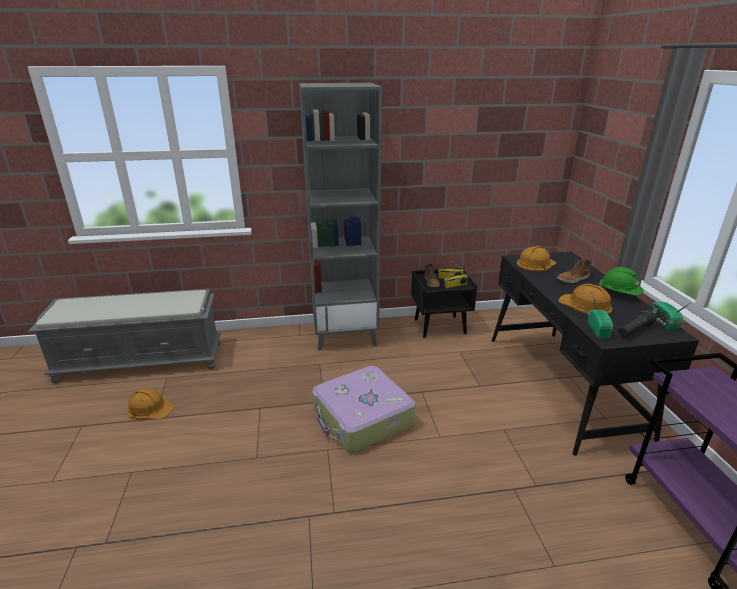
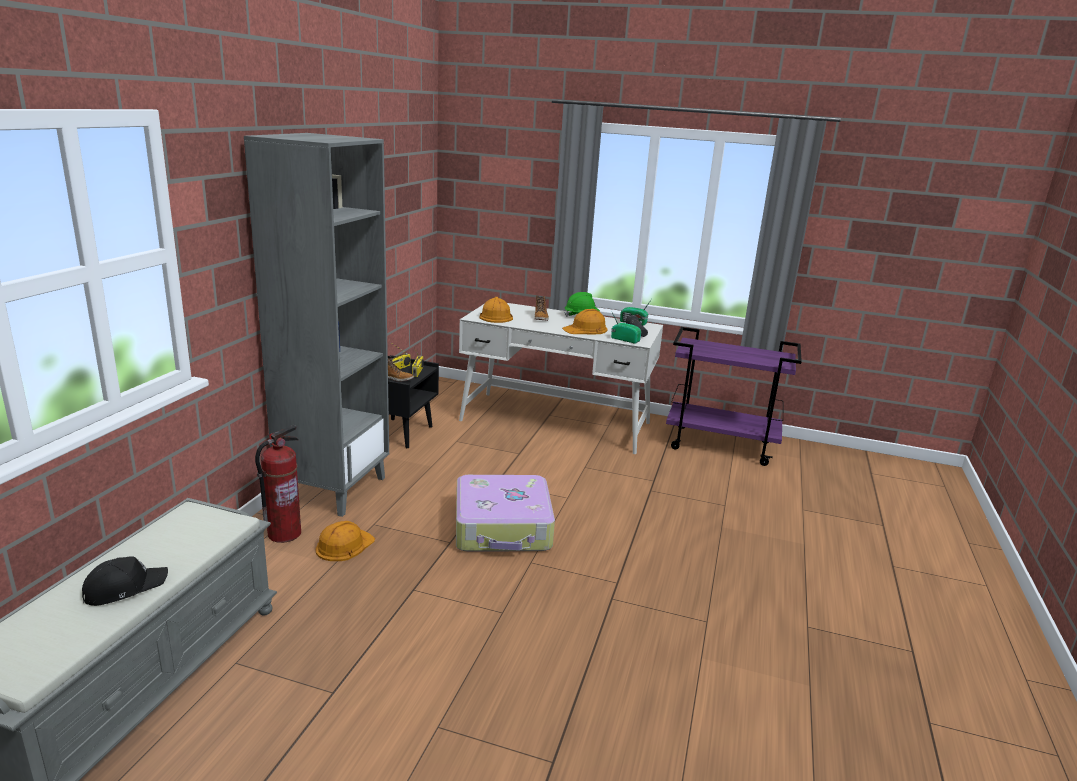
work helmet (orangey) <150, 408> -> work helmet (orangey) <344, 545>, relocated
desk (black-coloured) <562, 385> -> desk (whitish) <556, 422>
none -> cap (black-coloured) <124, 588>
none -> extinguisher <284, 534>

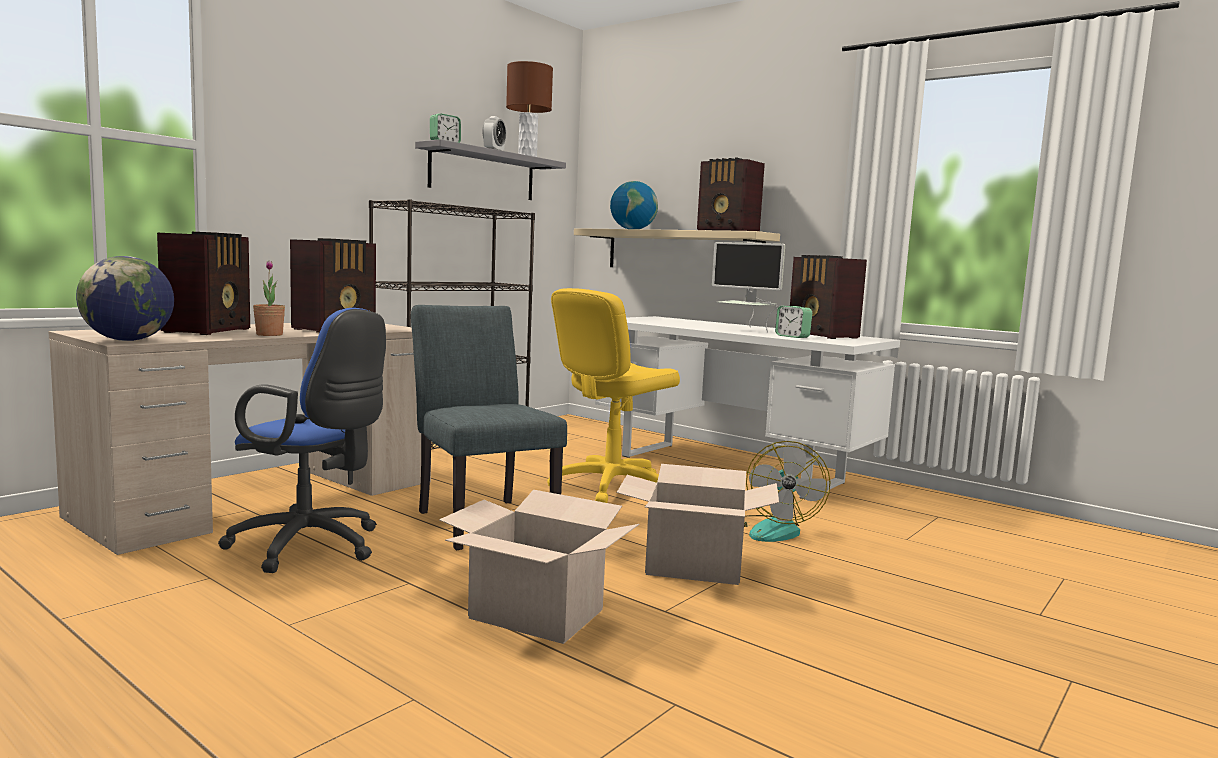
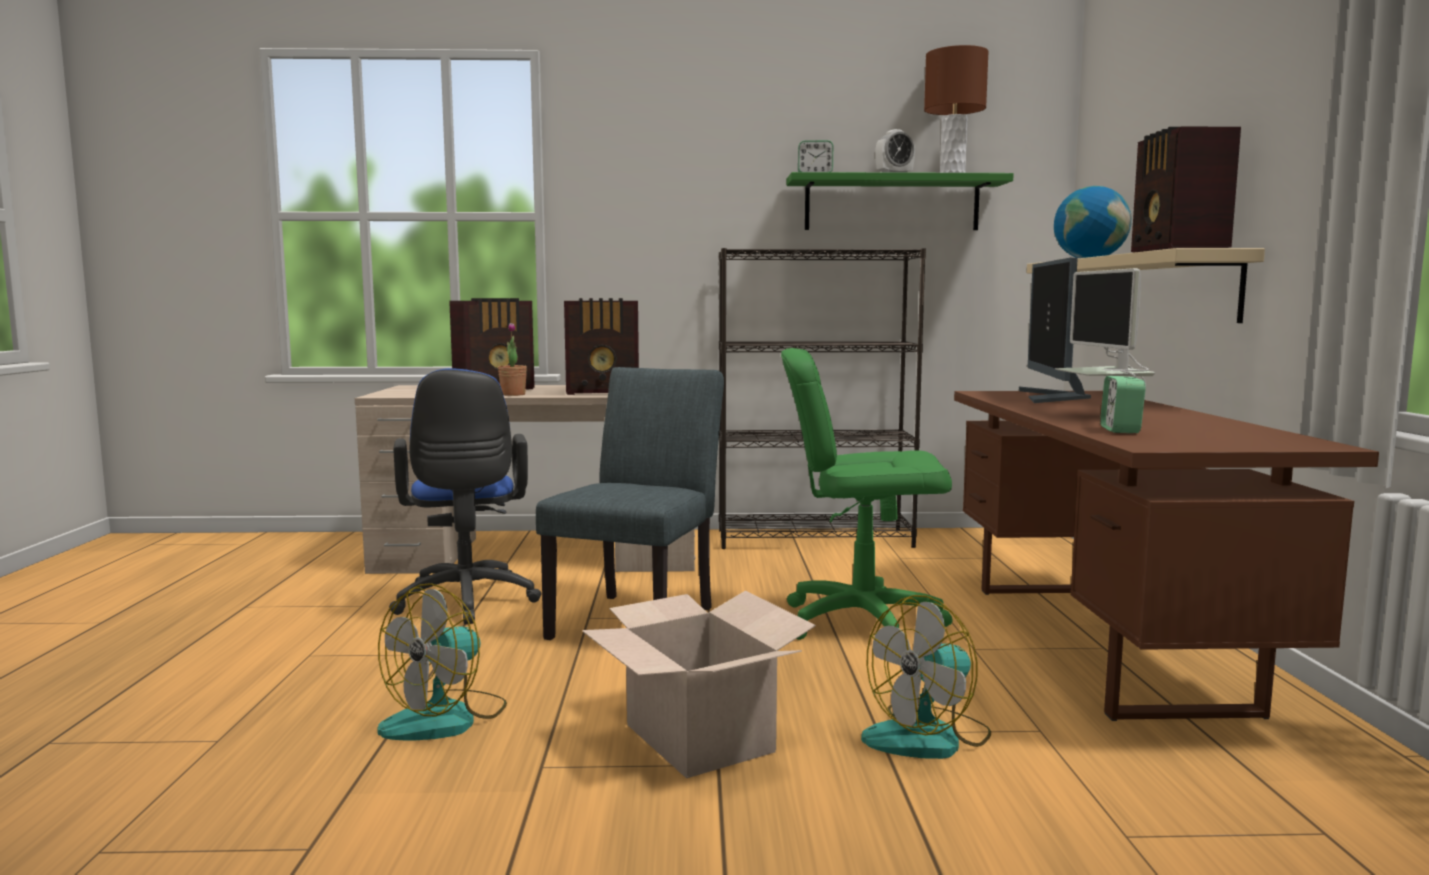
world globe <128, 340> -> none
bracket shelf (greyish) <483, 173> -> bracket shelf (green) <891, 204>
cardboard box <537, 614> -> electric fan <446, 718>
desk chair (yellow-coloured) <610, 487> -> desk chair (green) <861, 622>
desk (whitish) <730, 469> -> desk (brown) <1102, 644>
radio receiver <823, 335> -> none
none -> computer screen <1052, 397>

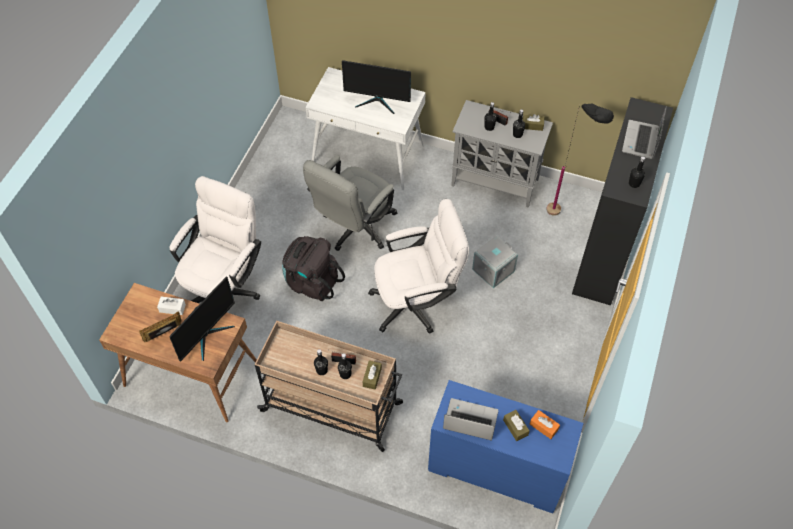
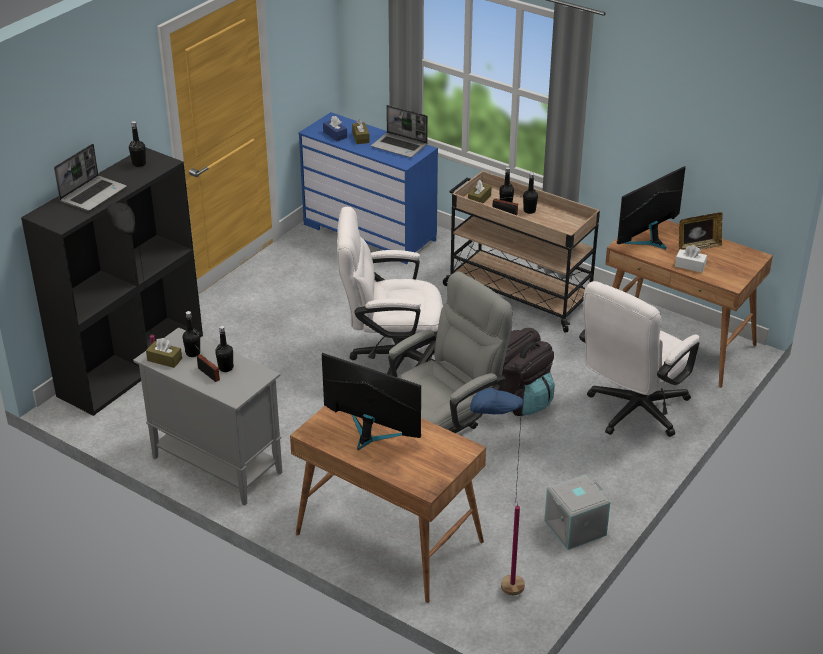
desk (whitish) <368, 155> -> desk (brown) <388, 538>
storage bin (greyish) <493, 269> -> storage bin (greyish) <575, 529>, relocated
box of tissues (orangey) <543, 426> -> box of tissues (blue-coloured) <335, 135>
none -> standing lamp (blue-coloured) <494, 598>

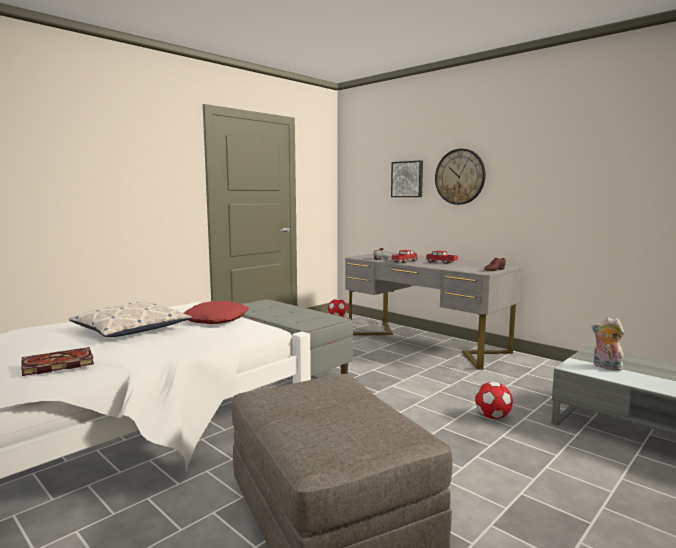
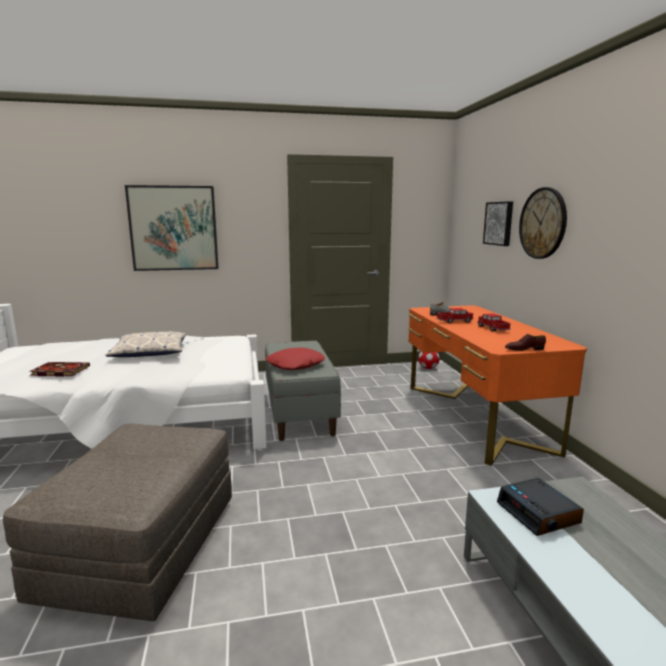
pillow (red) <217, 320> -> pillow (red) <296, 365>, relocated
desk (greyish) <425, 343> -> desk (orangey) <475, 416>
football ball <492, 417> -> none
cuddly toy <606, 367> -> bedside clock <539, 513>
none -> wall picture <173, 228>

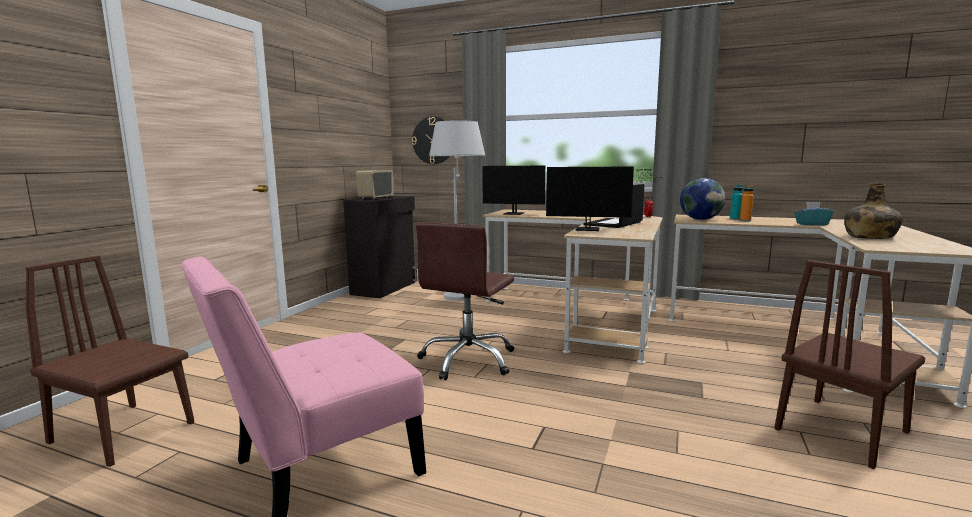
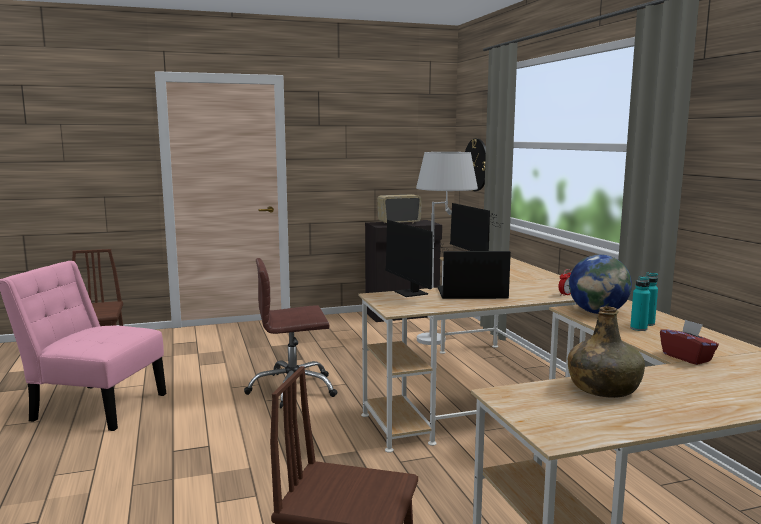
drink bottle (orangey) <745, 220> -> drink bottle (turquoise) <638, 328>
box of tissues (turquoise) <811, 224> -> box of tissues (red) <687, 357>

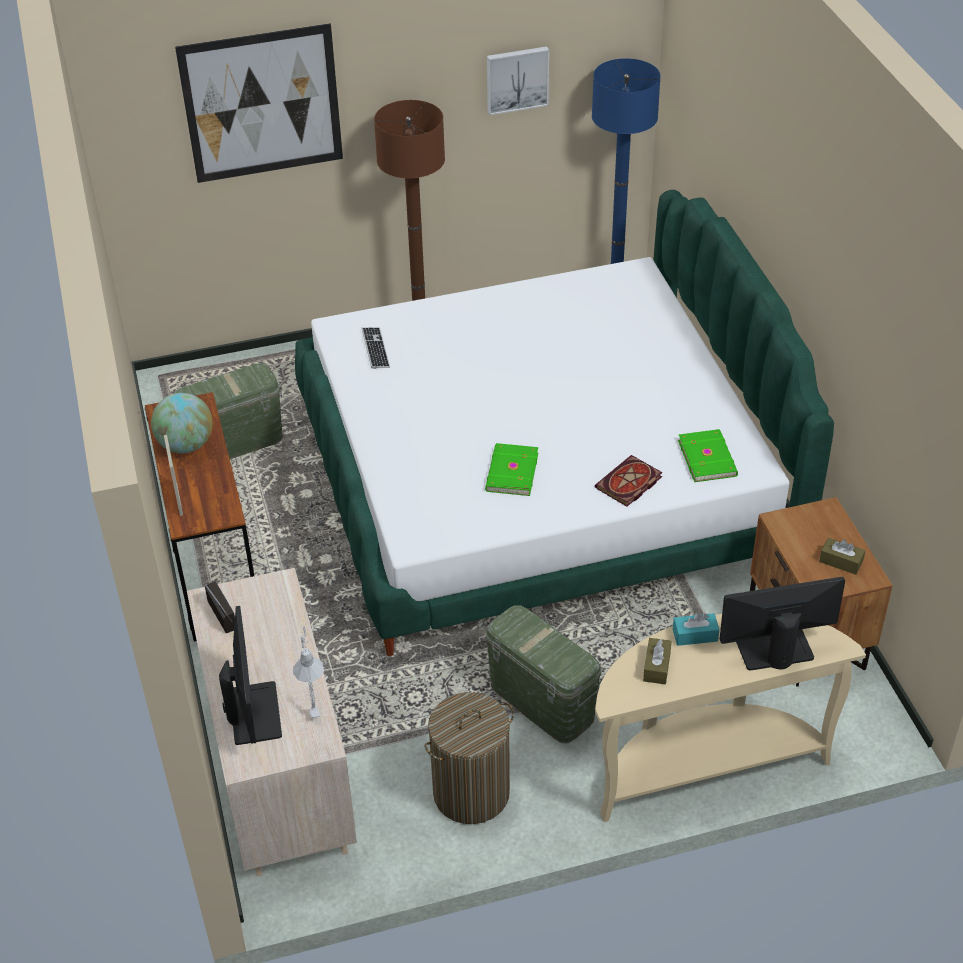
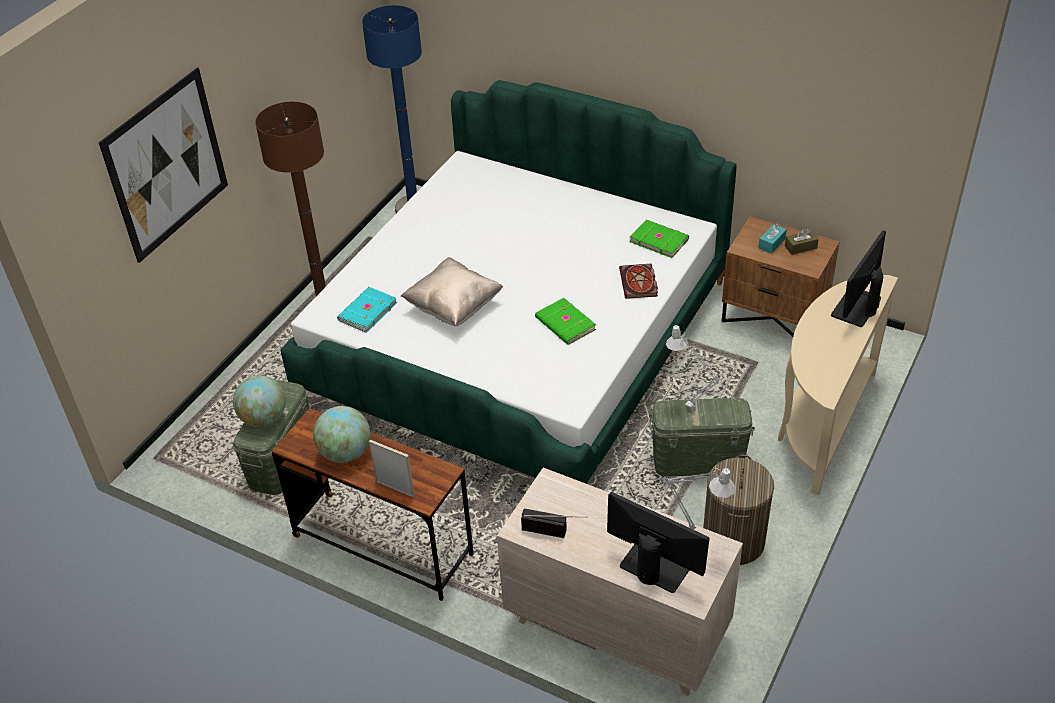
computer keyboard <375, 349> -> bound book (turquoise) <366, 311>
wall picture <516, 79> -> none
box of tissues (brown) <656, 666> -> none
box of tissues (turquoise) <695, 635> -> box of tissues (turquoise) <771, 243>, relocated
none -> world globe <264, 418>
none -> pillow (beige-coloured) <453, 307>
none -> lamp for a table (greyish) <698, 413>

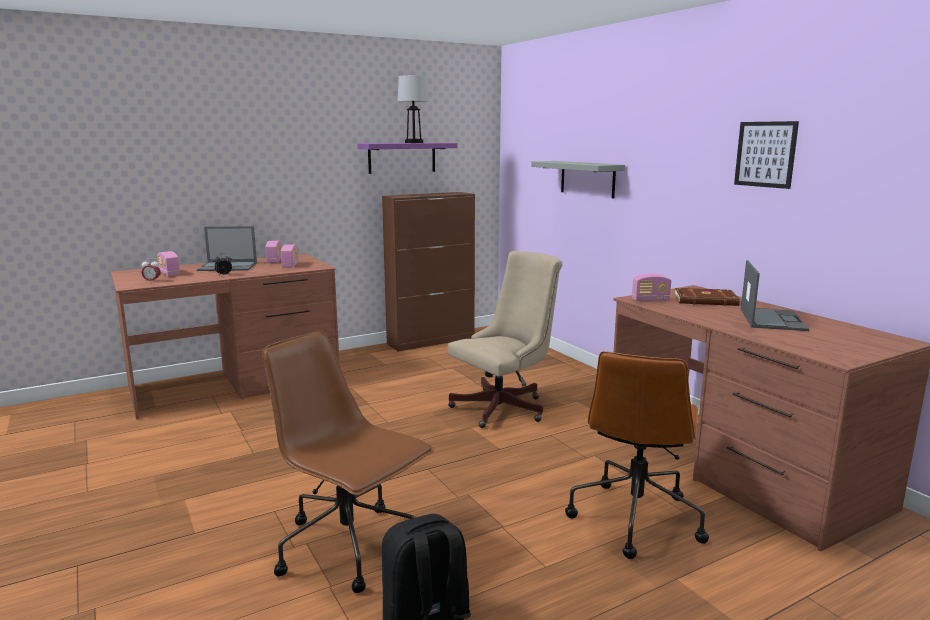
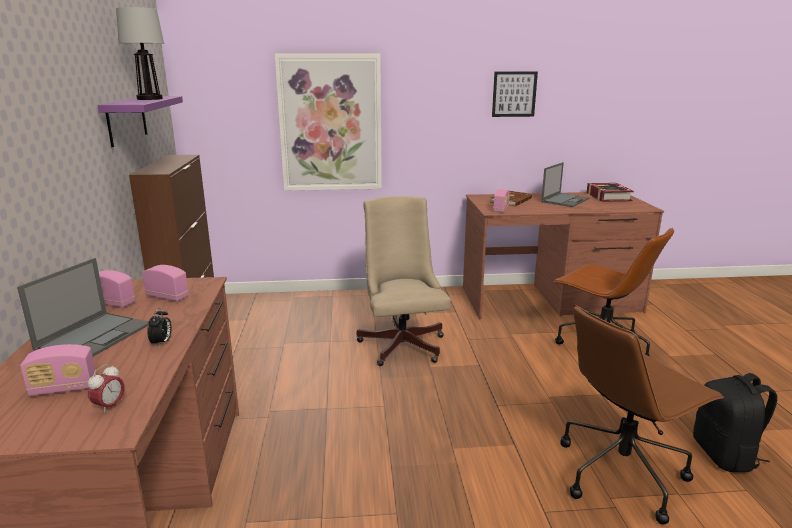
bracket shelf (greyish) <587, 178> -> wall picture <330, 123>
laptop <771, 319> -> laptop <565, 200>, 90 degrees clockwise
none -> bound book <608, 197>

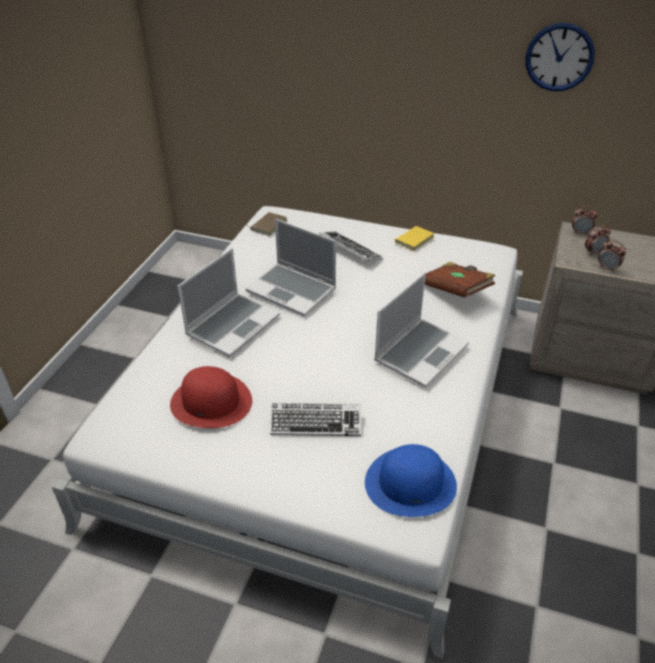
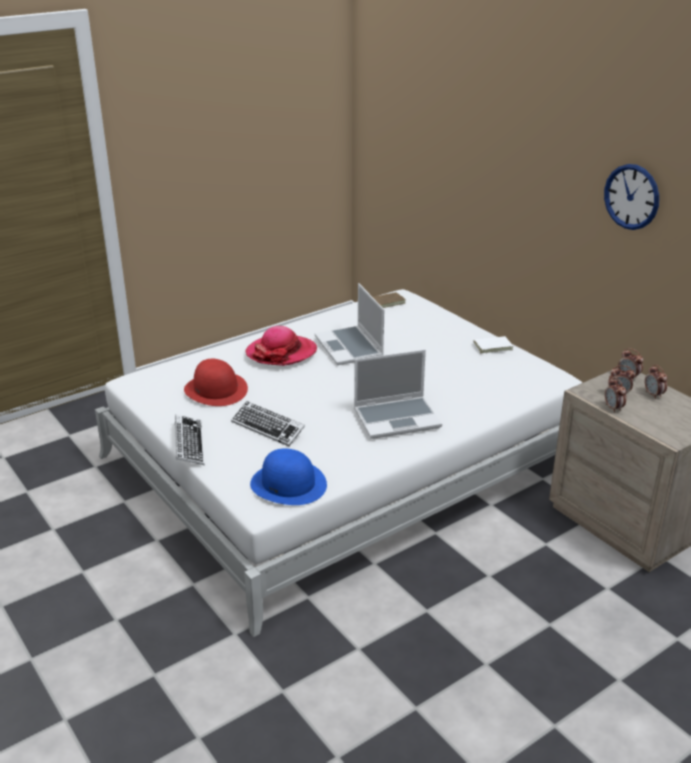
laptop <233, 325> -> hat <281, 353>
computer keyboard <349, 250> -> computer keyboard <189, 444>, relocated
bound book (yellow-coloured) <413, 239> -> bound book (whitish) <492, 346>
bound book (brown) <455, 290> -> none
none -> bedside clock <653, 395>

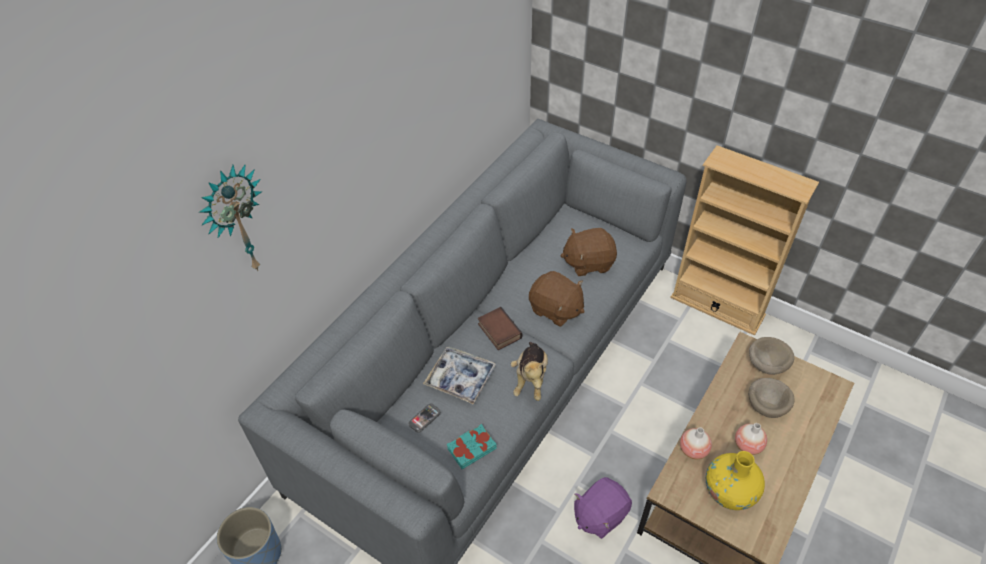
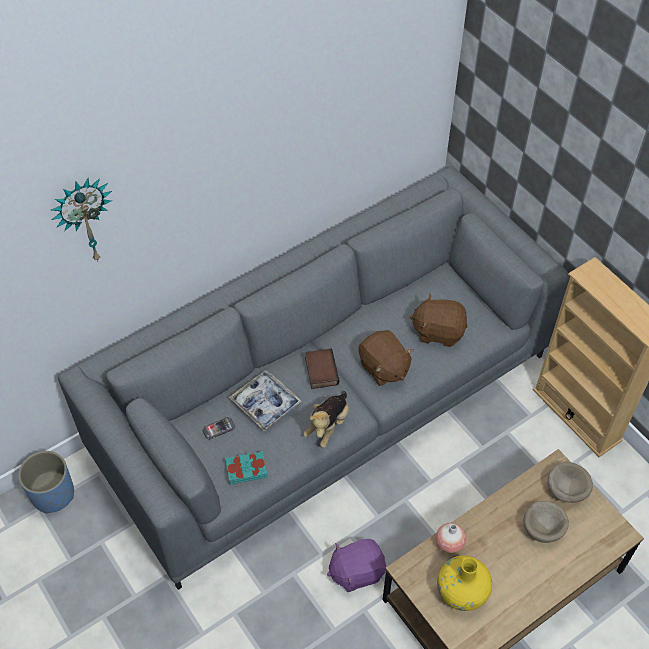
flower vase <747, 445> -> none

